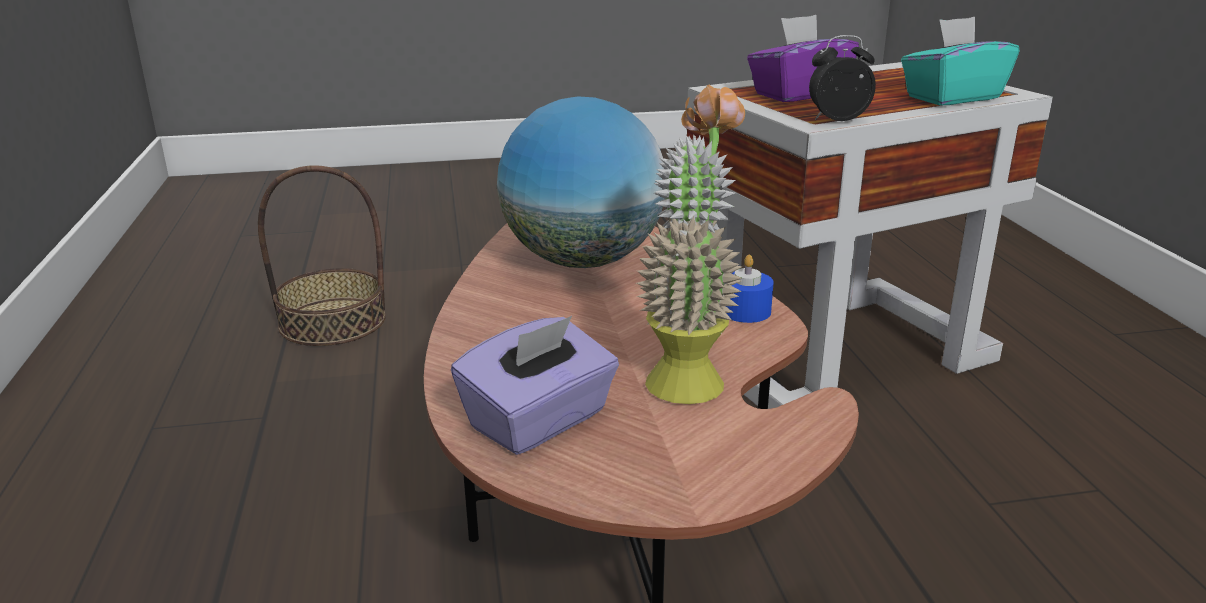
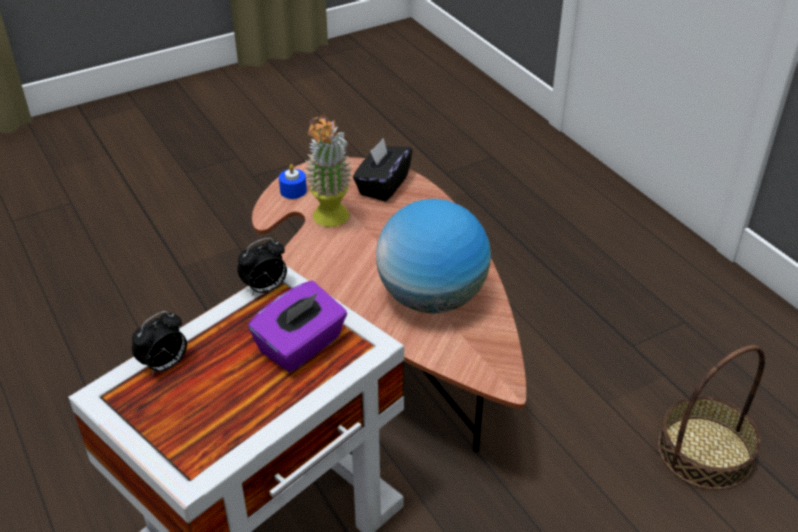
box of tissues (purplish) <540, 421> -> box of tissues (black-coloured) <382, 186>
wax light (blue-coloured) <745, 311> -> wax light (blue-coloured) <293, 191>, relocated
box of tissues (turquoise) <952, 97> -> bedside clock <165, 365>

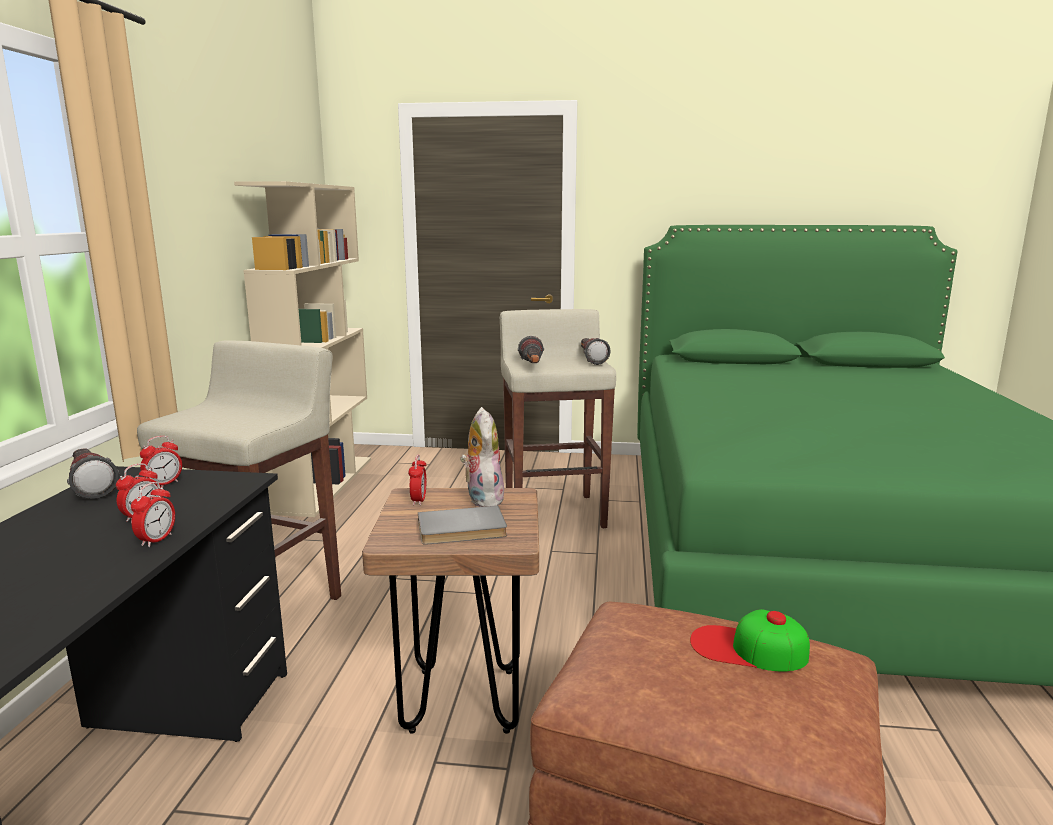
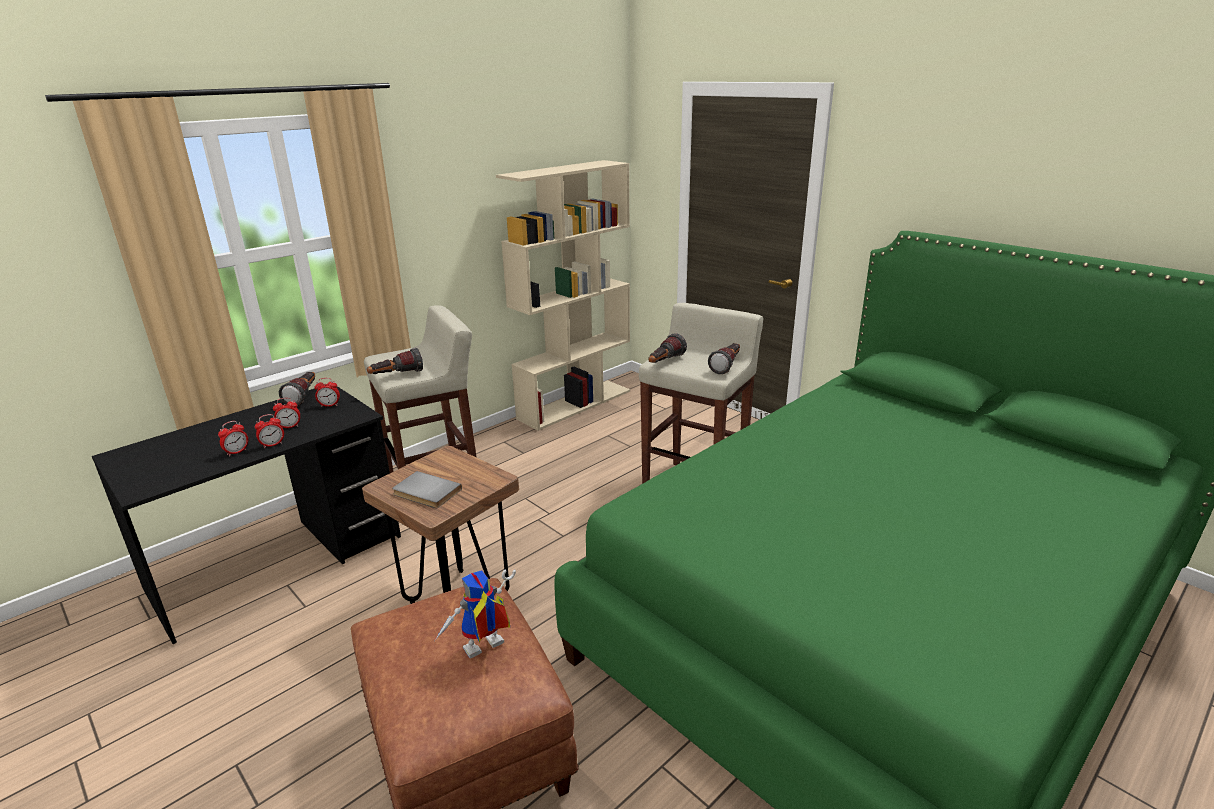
bedside clock <418, 500> -> bedside clock <237, 452>, relocated
cuddly toy <482, 498> -> none
cap <747, 648> -> robot figure <483, 651>
none -> torch <396, 376>

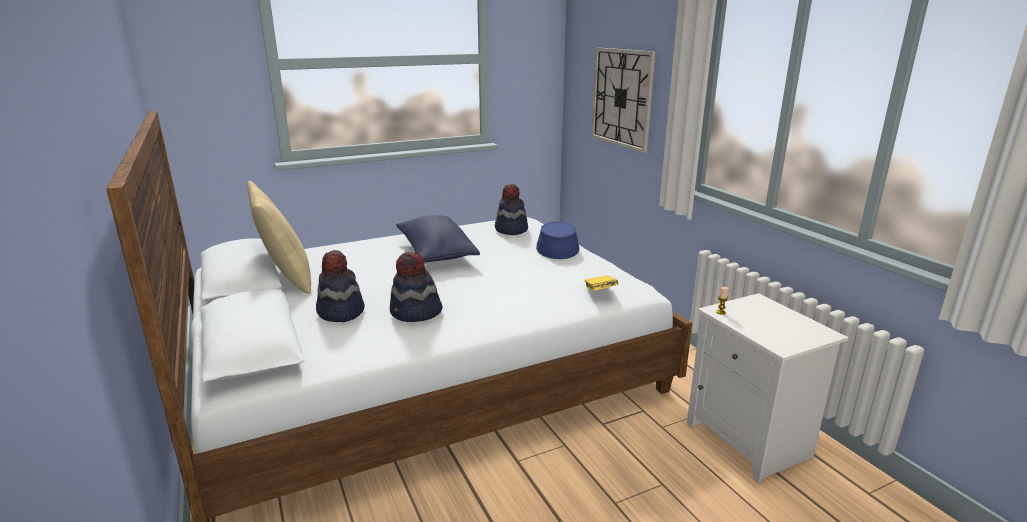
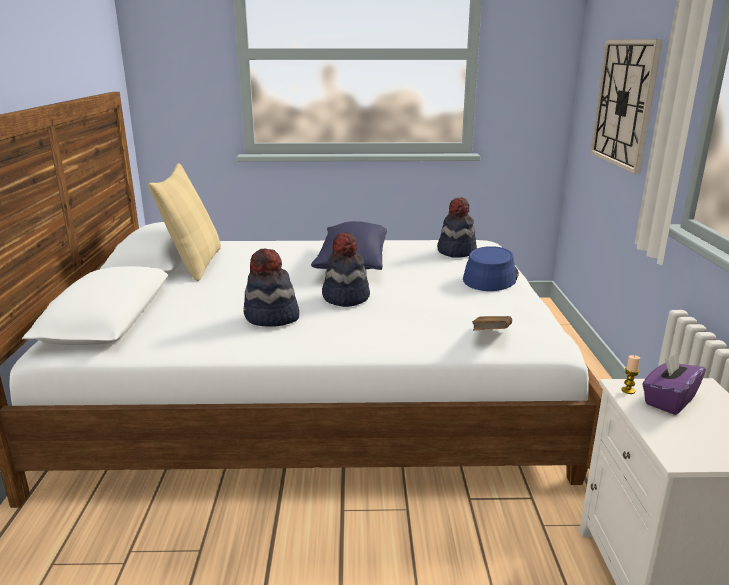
hat <340, 312> -> hat <345, 297>, relocated
bound book (yellow-coloured) <600, 292> -> bound book (brown) <491, 334>
none -> box of tissues (purplish) <668, 400>

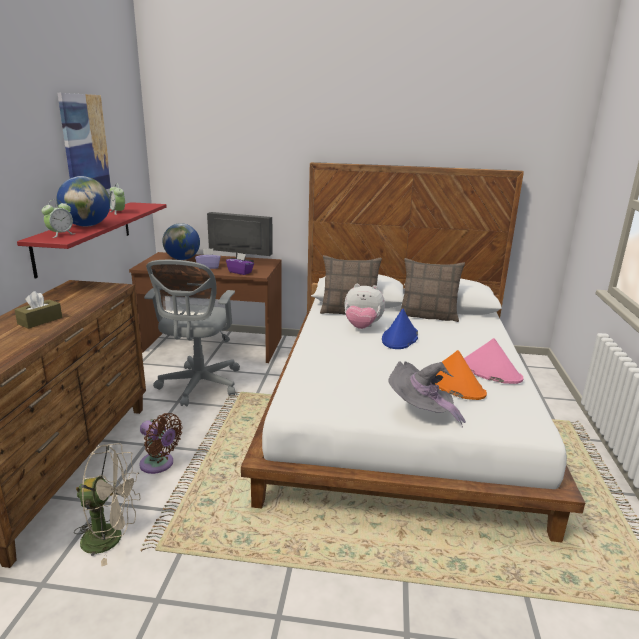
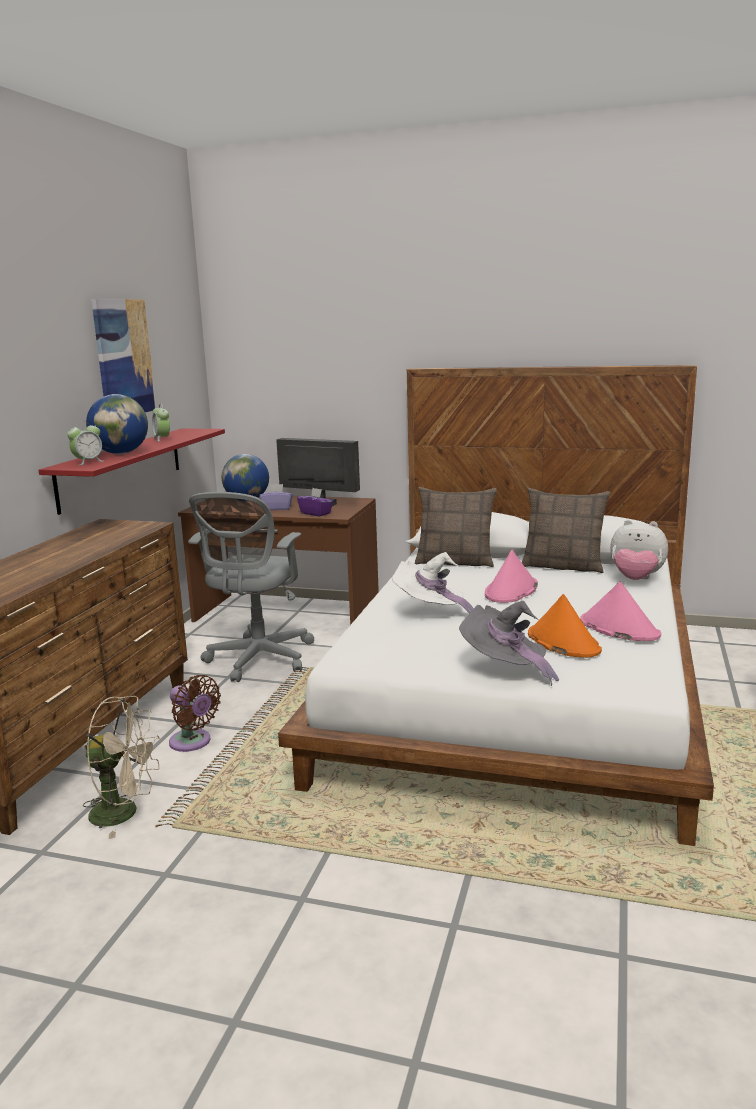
box of tissues (brown) <40, 321> -> none
cuddly toy <362, 327> -> cuddly toy <636, 579>, relocated
hat (blue-coloured) <400, 338> -> hat (pinkish) <511, 591>
none -> hat (whitish) <431, 612>

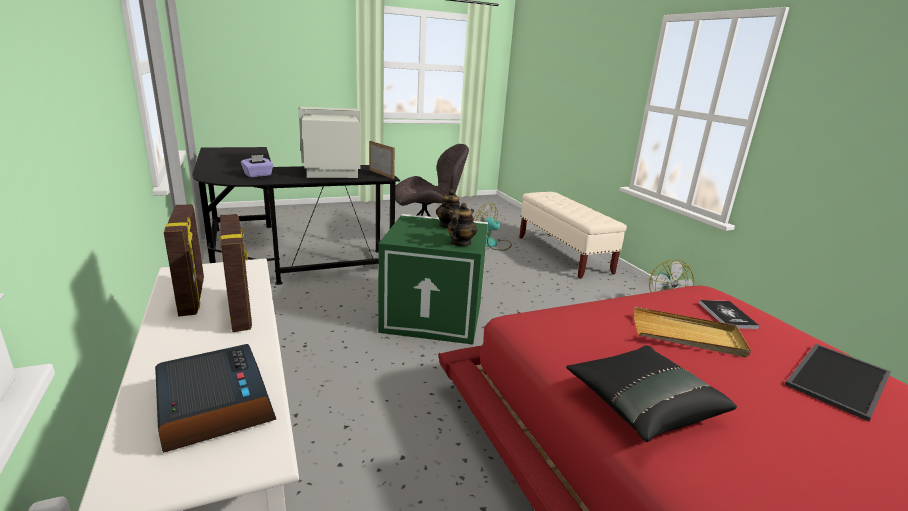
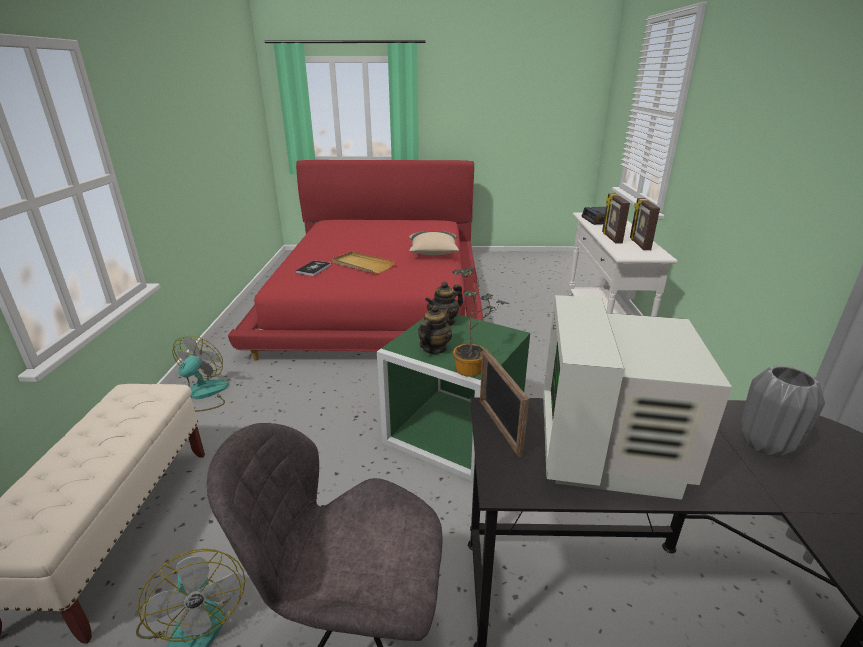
box of tissues (purplish) <258, 175> -> flower vase (greyish) <765, 446>
computer screen <332, 172> -> computer screen <610, 450>, 90 degrees clockwise
pillow (black-coloured) <641, 406> -> pillow (beige-coloured) <433, 253>
carrying tray <836, 378> -> none
none -> houseplant <473, 368>

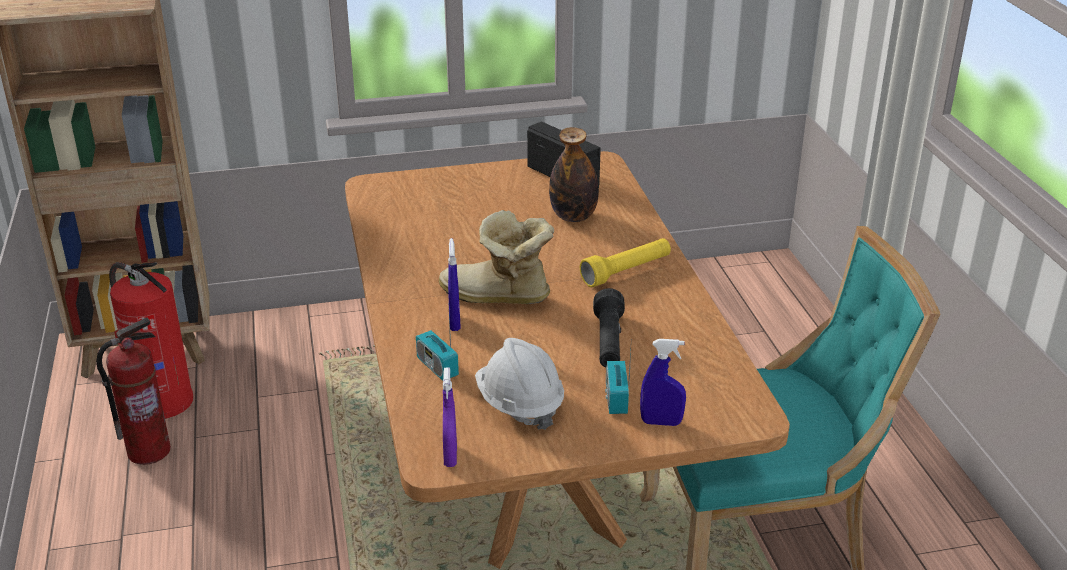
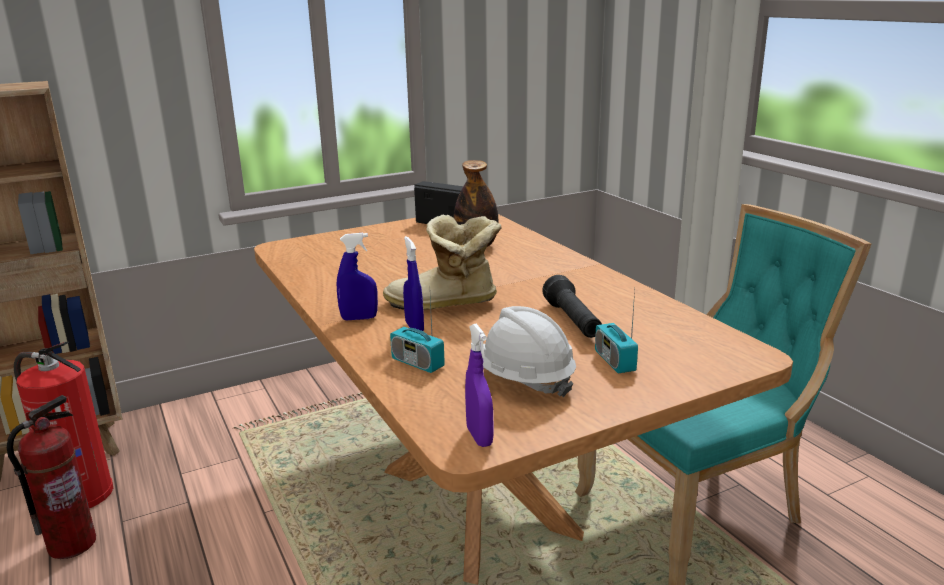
torch (yellow-coloured) <626, 272> -> none
sprayer (blue-coloured) <661, 422> -> sprayer (blue-coloured) <359, 318>, relocated

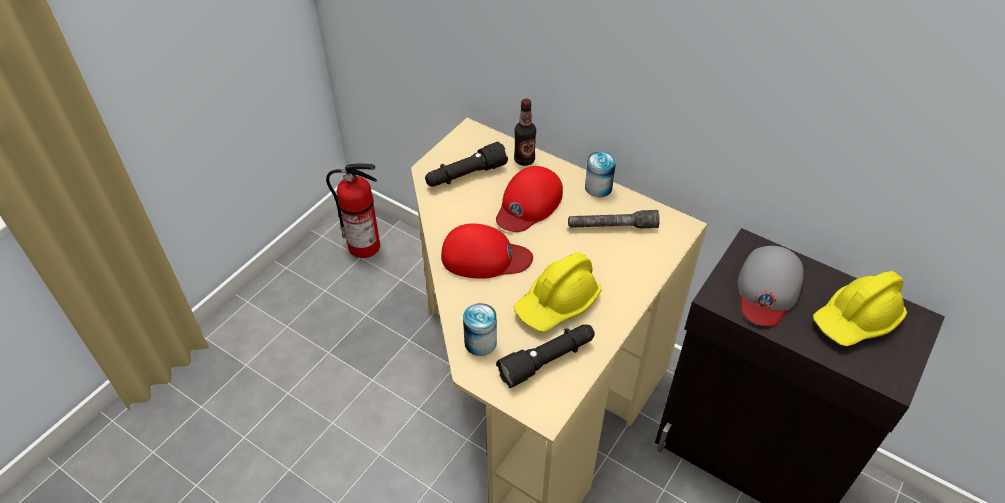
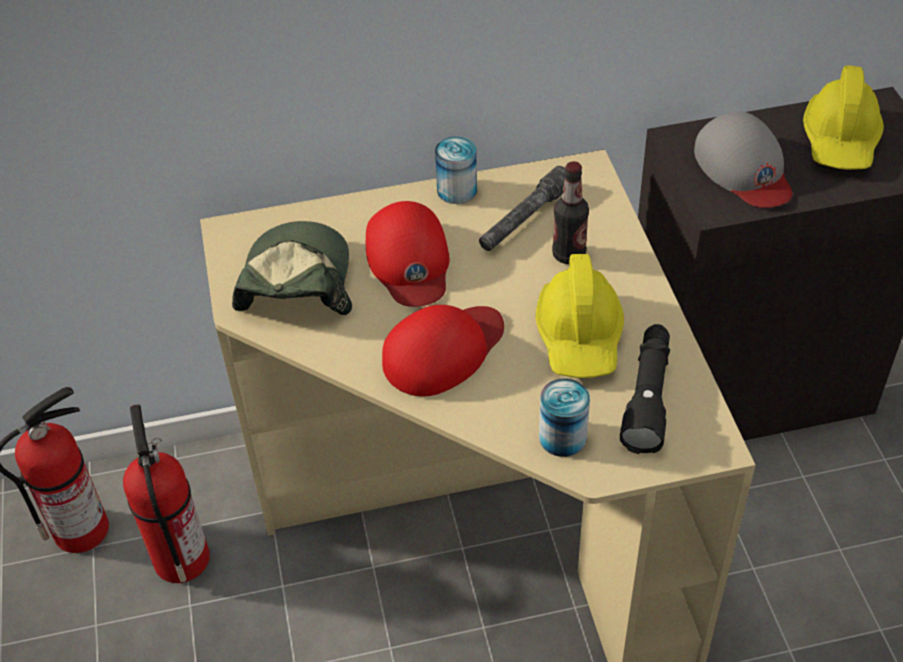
torch (black-coloured) <465, 175> -> cap <295, 283>
drink bottle <524, 160> -> drink bottle <569, 255>, relocated
none -> extinguisher <180, 557>

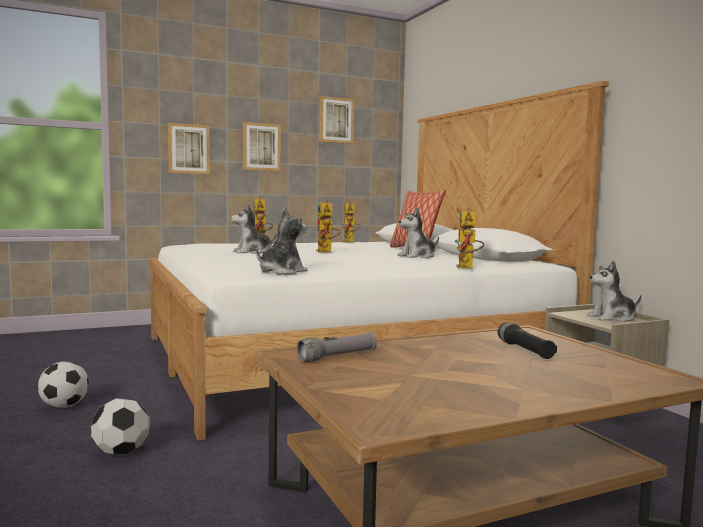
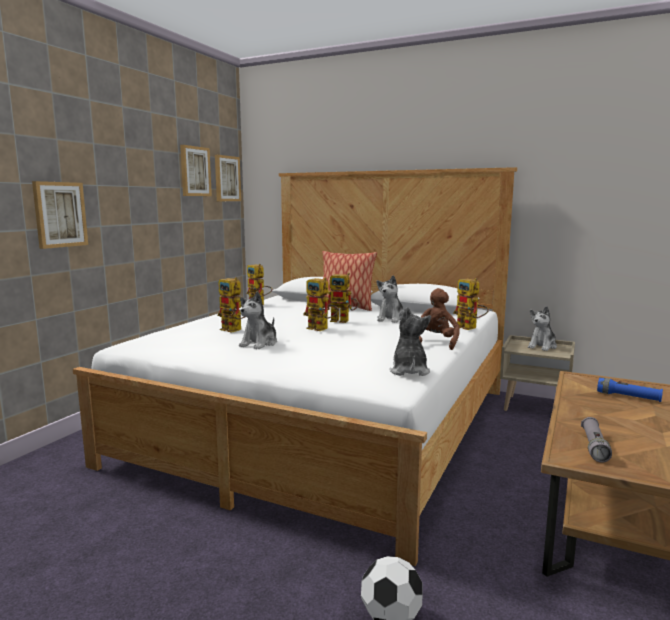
football ball <64, 406> -> none
wall picture <261, 147> -> wall picture <227, 178>, relocated
torch (black-coloured) <525, 350> -> torch (blue-coloured) <628, 397>
none -> robot figure <344, 320>
none -> cuddly toy (brown) <434, 342>

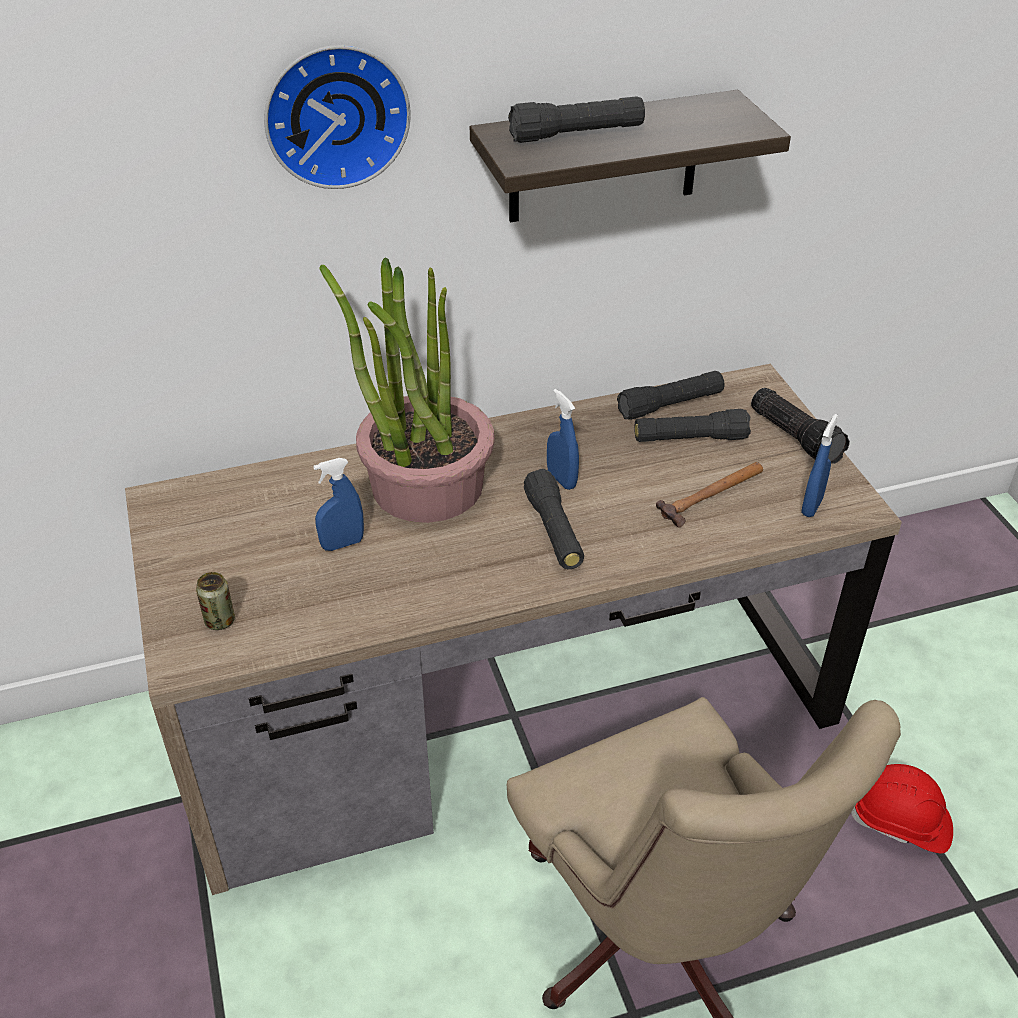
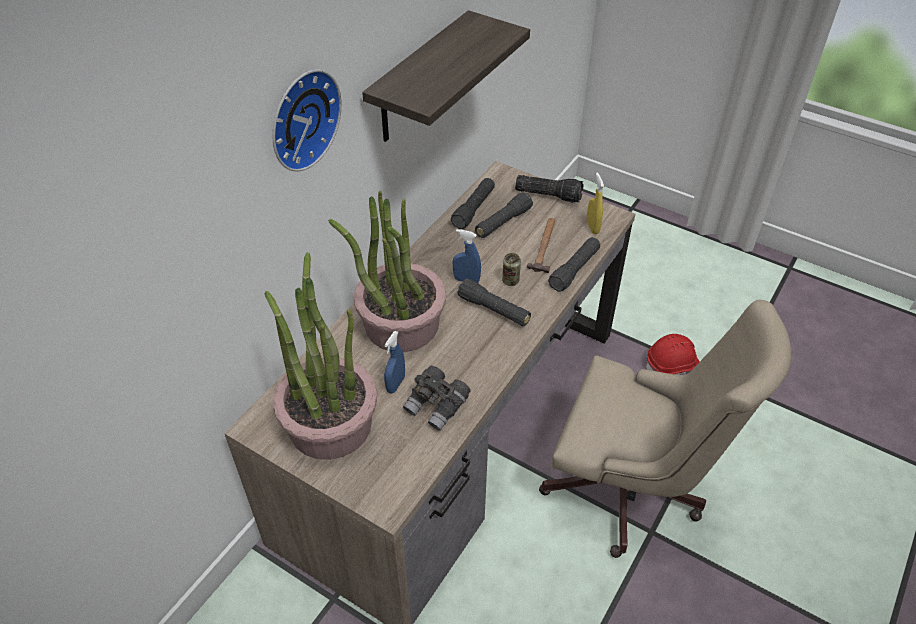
sealed can <220, 621> -> sealed can <510, 281>, relocated
torch (black-coloured) <576, 134> -> torch (black-coloured) <574, 270>, relocated
sprayer (blue-coloured) <812, 506> -> sprayer (yellow-coloured) <592, 227>
none -> houseplant <330, 423>
none -> pair of binoculars (greyish) <437, 406>

